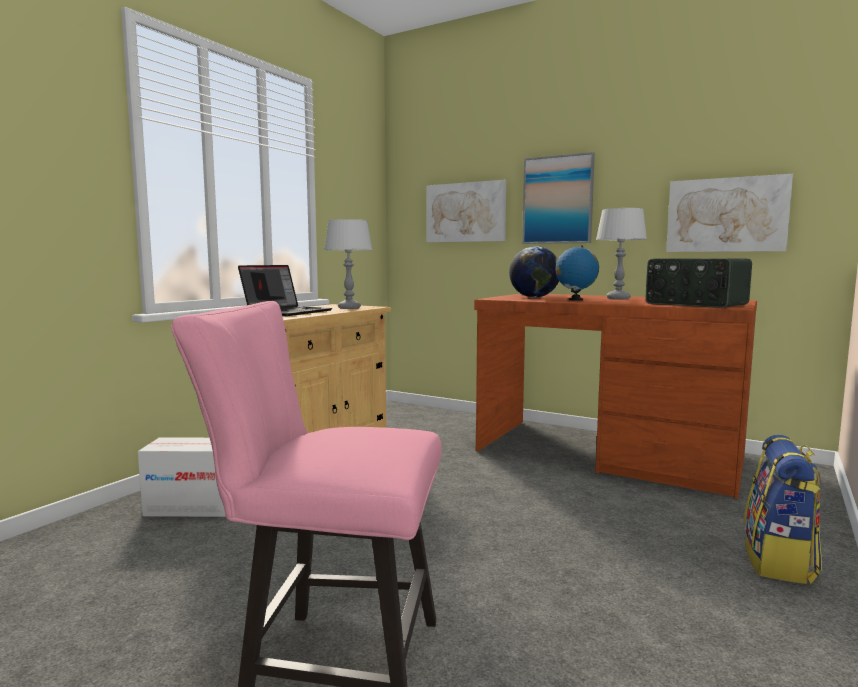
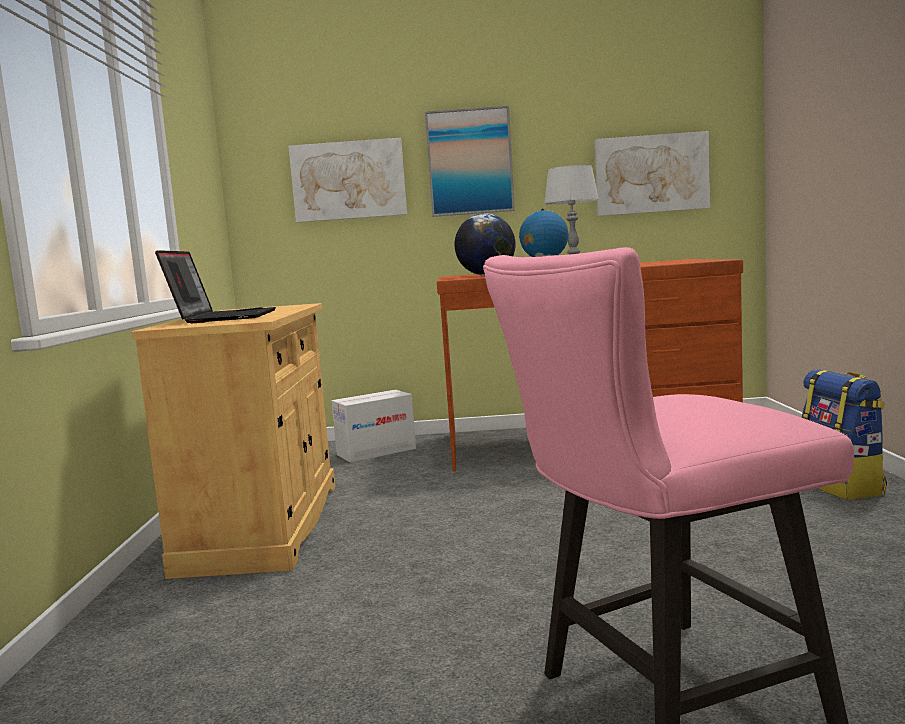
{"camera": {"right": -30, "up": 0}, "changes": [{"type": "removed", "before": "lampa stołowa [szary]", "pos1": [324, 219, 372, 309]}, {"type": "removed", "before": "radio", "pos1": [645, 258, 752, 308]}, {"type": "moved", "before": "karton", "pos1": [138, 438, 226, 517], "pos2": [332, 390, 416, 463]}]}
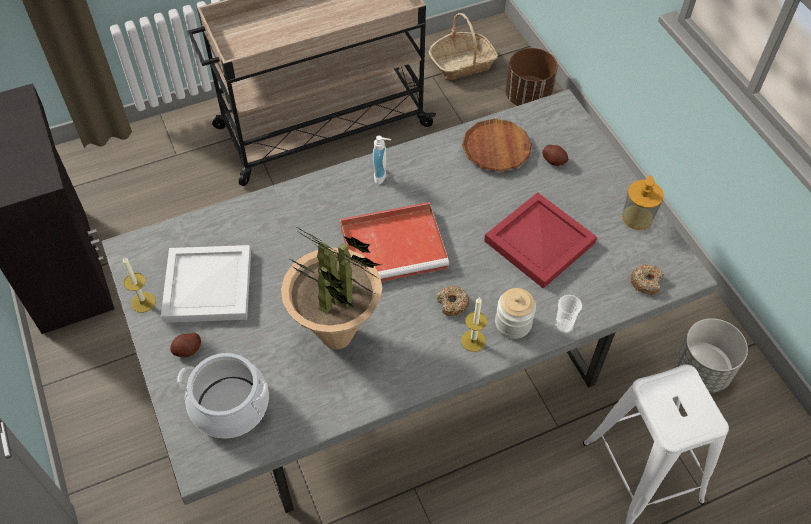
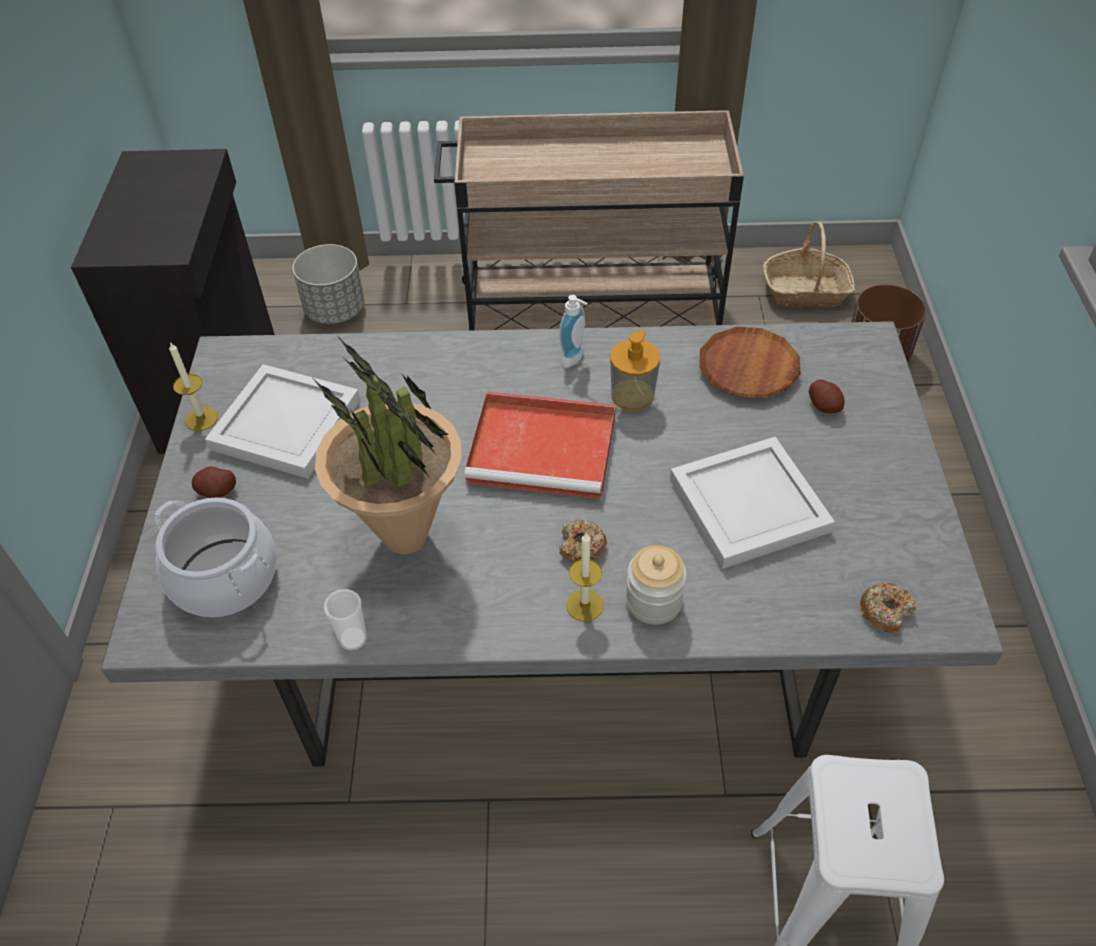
{"camera": {"right": 25, "up": -5}, "changes": [{"type": "moved", "before": "dozownik mydła", "pos1": [622, 175, 664, 230], "pos2": [610, 331, 660, 411]}, {"type": "recoloured", "before": "taca [czerwony]", "after": "taca [biały]", "pos1": [484, 192, 597, 289], "pos2": [670, 437, 835, 569]}, {"type": "moved", "before": "filiżanka", "pos1": [555, 295, 582, 334], "pos2": [324, 589, 367, 651]}, {"type": "moved", "before": "donica [szary]", "pos1": [675, 318, 748, 393], "pos2": [293, 244, 365, 324]}]}
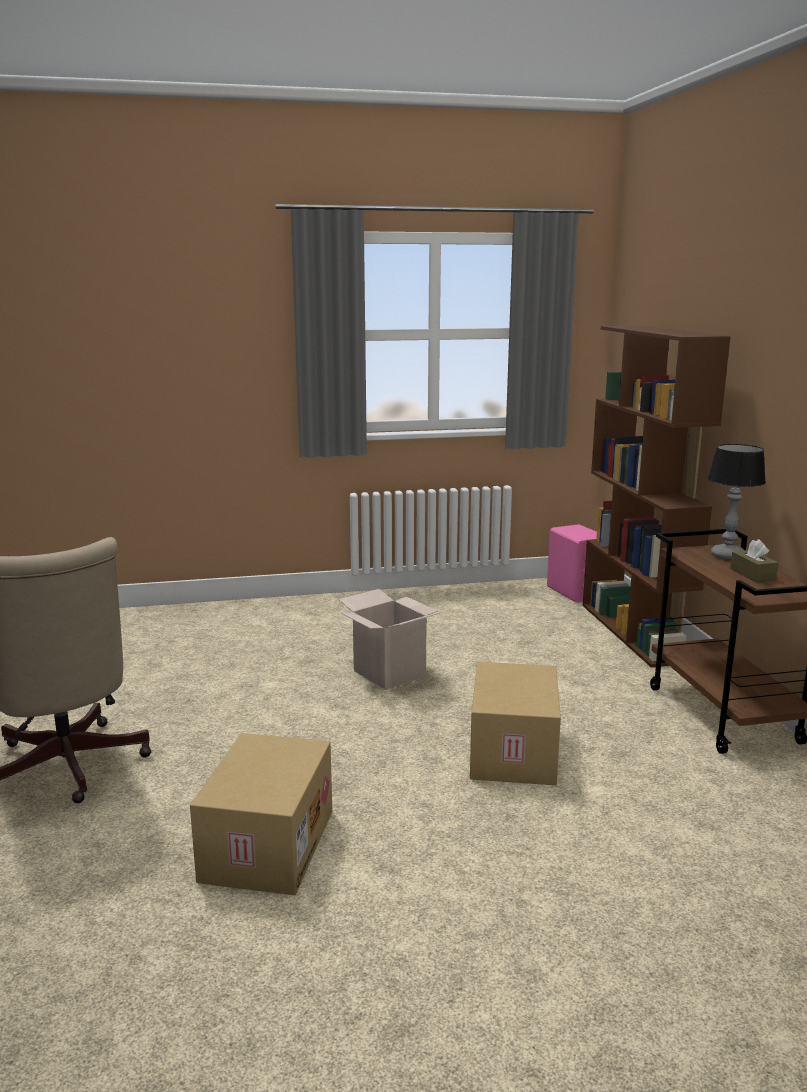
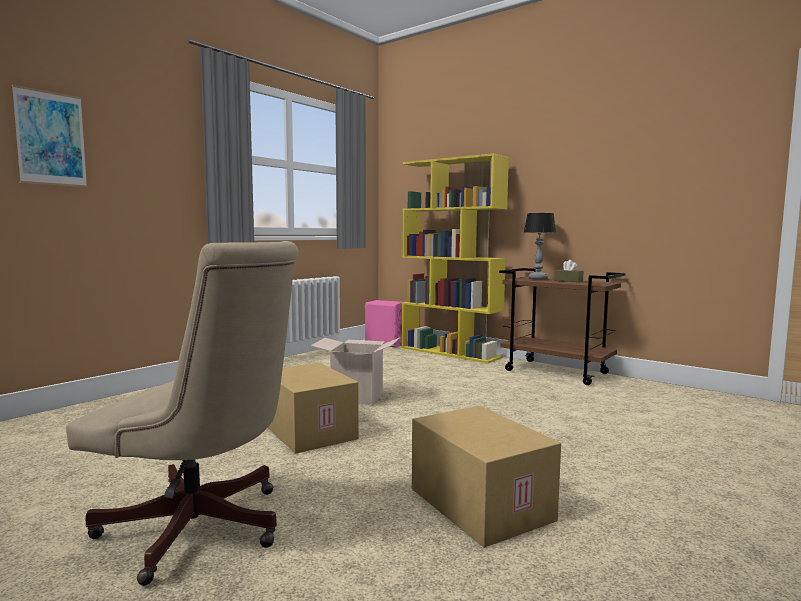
{"camera": {"right": -40, "up": -10}, "changes": [{"type": "recoloured", "before": "regał [brązowy]", "after": "regał [żółty]", "pos1": [583, 326, 731, 667], "pos2": [402, 153, 509, 363]}, {"type": "moved", "before": "karton", "pos1": [470, 662, 561, 785], "pos2": [268, 363, 359, 454]}, {"type": "added", "after": "obraz", "pos2": [12, 85, 87, 187]}]}
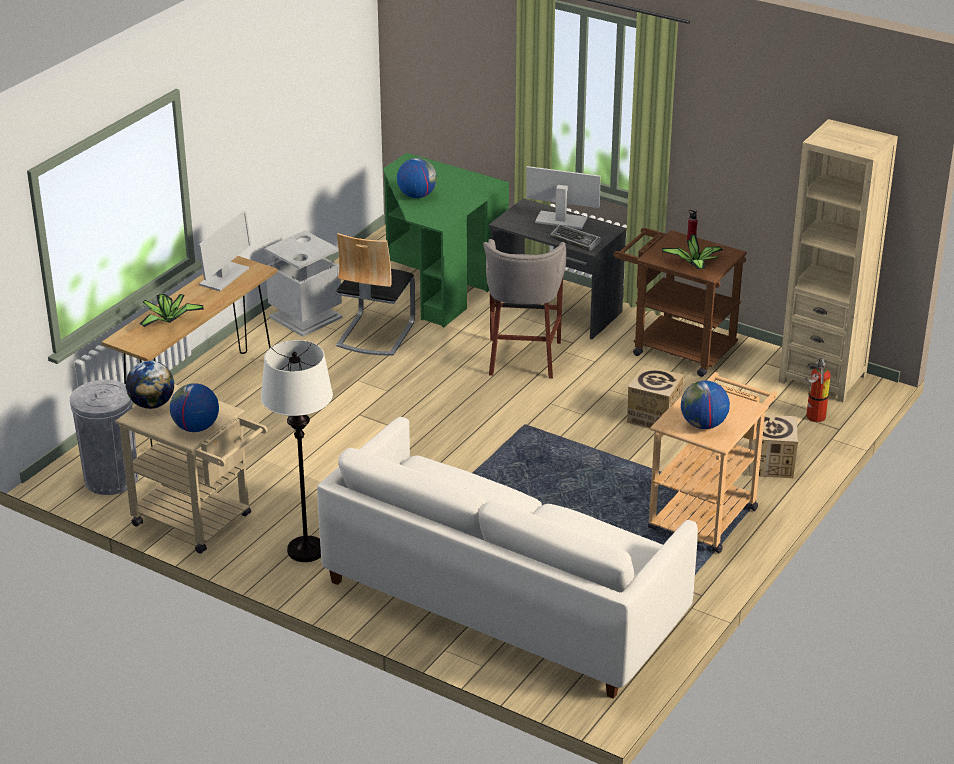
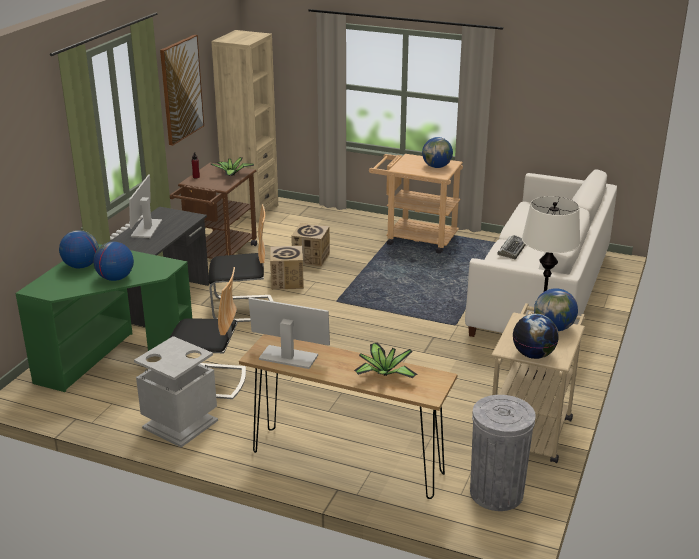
{"camera": {"right": -100, "up": -5}, "changes": [{"type": "moved", "before": "klawiatura", "pos1": [550, 224, 602, 252], "pos2": [497, 235, 526, 259]}, {"type": "replaced", "before": "stołek [szary]", "after": "krzesło", "pos1": [483, 239, 566, 379], "pos2": [209, 204, 273, 322]}, {"type": "removed", "before": "gaśnica", "pos1": [805, 358, 831, 422]}, {"type": "moved", "before": "karton", "pos1": [748, 415, 798, 478], "pos2": [270, 246, 304, 290]}, {"type": "added", "after": "obraz", "pos2": [160, 35, 204, 146]}, {"type": "added", "after": "globus", "pos2": [59, 230, 99, 268]}]}
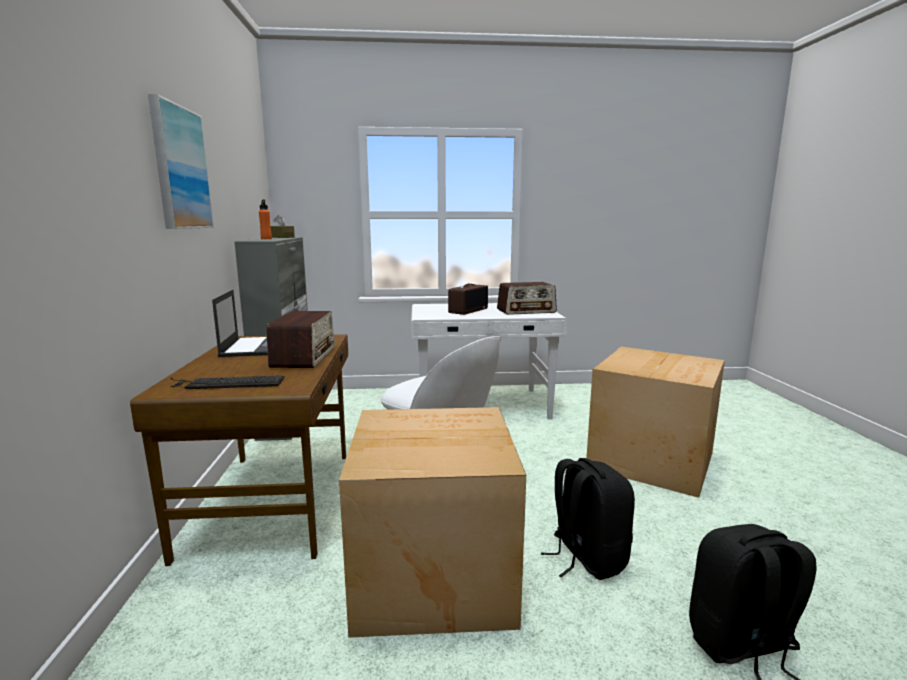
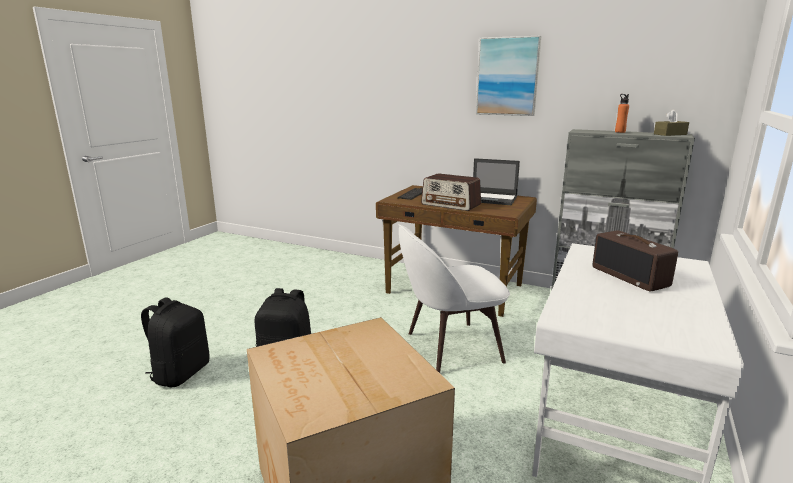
{"camera": {"right": 120, "up": 5}, "changes": [{"type": "removed", "before": "radio", "pos1": [497, 282, 557, 315]}, {"type": "removed", "before": "karton", "pos1": [339, 407, 526, 638]}]}
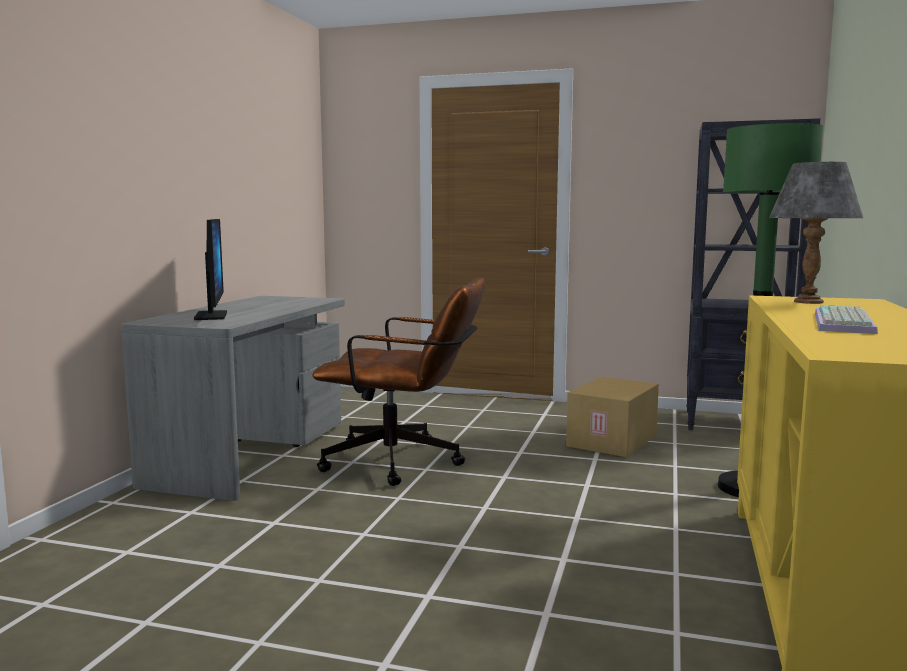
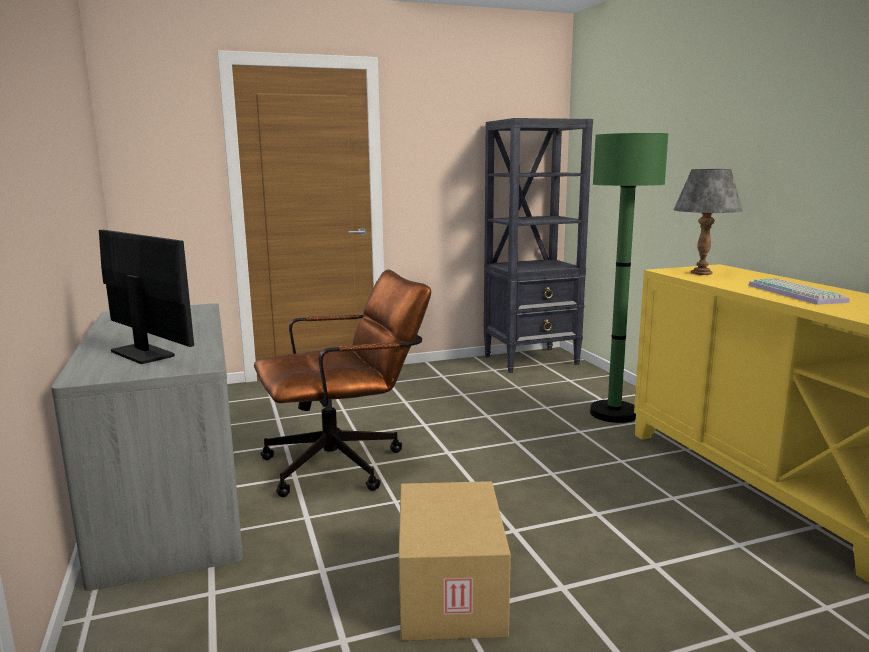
{"camera": {"right": -35, "up": 5}, "changes": [{"type": "moved", "before": "karton", "pos1": [566, 377, 659, 457], "pos2": [399, 481, 511, 641]}]}
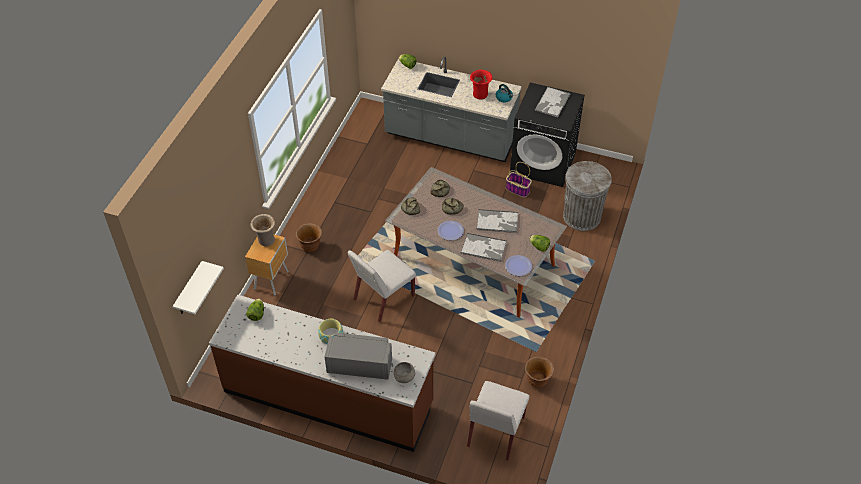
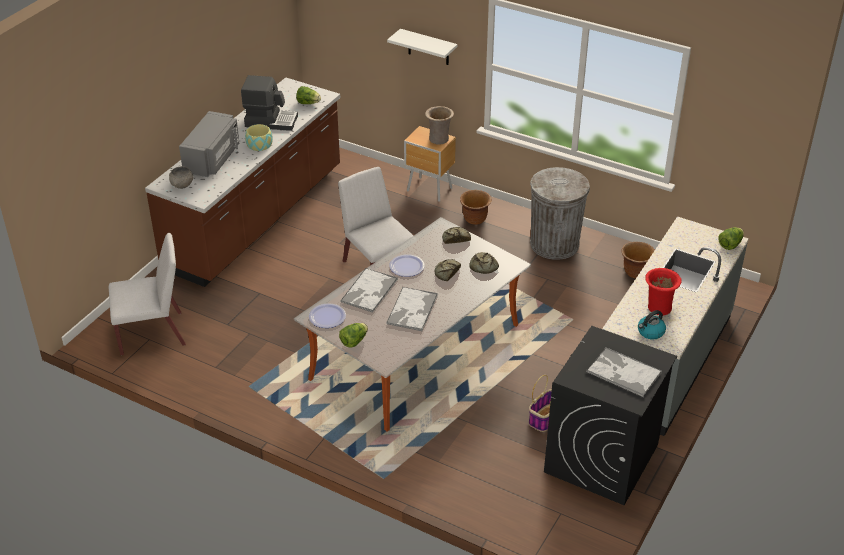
{"camera": {"right": 100, "up": -10}, "changes": [{"type": "moved", "before": "kosz na śmieci [szary]", "pos1": [563, 161, 612, 231], "pos2": [530, 167, 590, 260]}, {"type": "moved", "before": "półka [biały]", "pos1": [173, 261, 224, 314], "pos2": [387, 29, 458, 65]}, {"type": "moved", "before": "donica [brązowy]", "pos1": [525, 356, 554, 388], "pos2": [621, 242, 655, 279]}, {"type": "turned", "before": "krzesło [biały]", "pos1": [467, 381, 529, 461], "pos2": [109, 233, 186, 355], "turn": 135}, {"type": "added", "after": "ekspres do kawy", "pos2": [241, 75, 298, 131]}]}
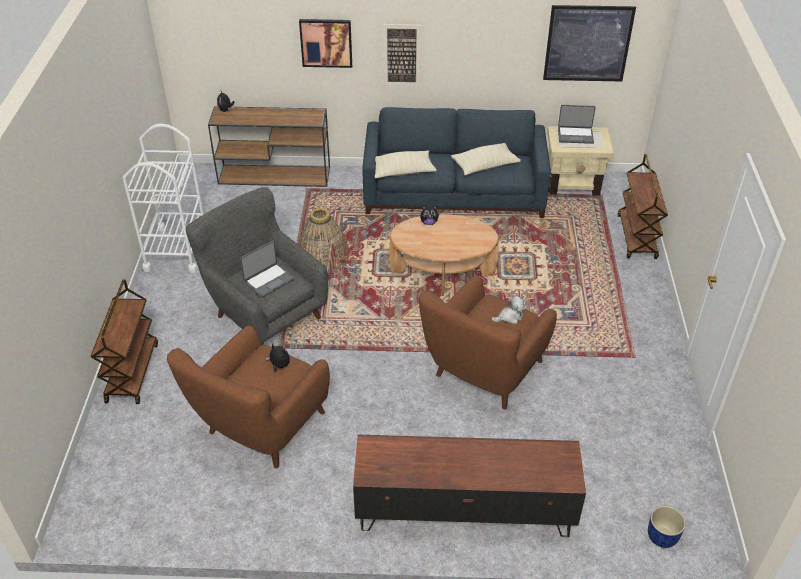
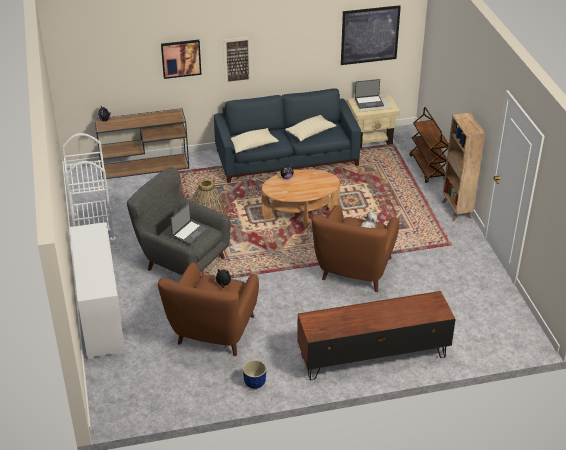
{"camera": {"right": -15, "up": -5}, "changes": [{"type": "replaced", "before": "wózek [brązowy]", "after": "szafka [biały]", "pos1": [91, 280, 158, 404], "pos2": [70, 222, 125, 359]}, {"type": "moved", "before": "donica [niebieski]", "pos1": [648, 506, 686, 548], "pos2": [243, 360, 266, 389]}, {"type": "added", "after": "regał [brązowy]", "pos2": [442, 113, 485, 221]}]}
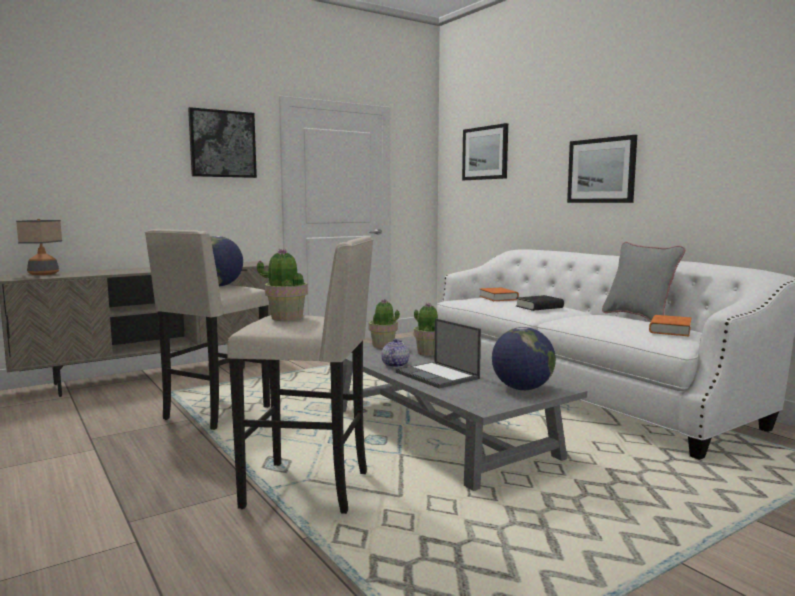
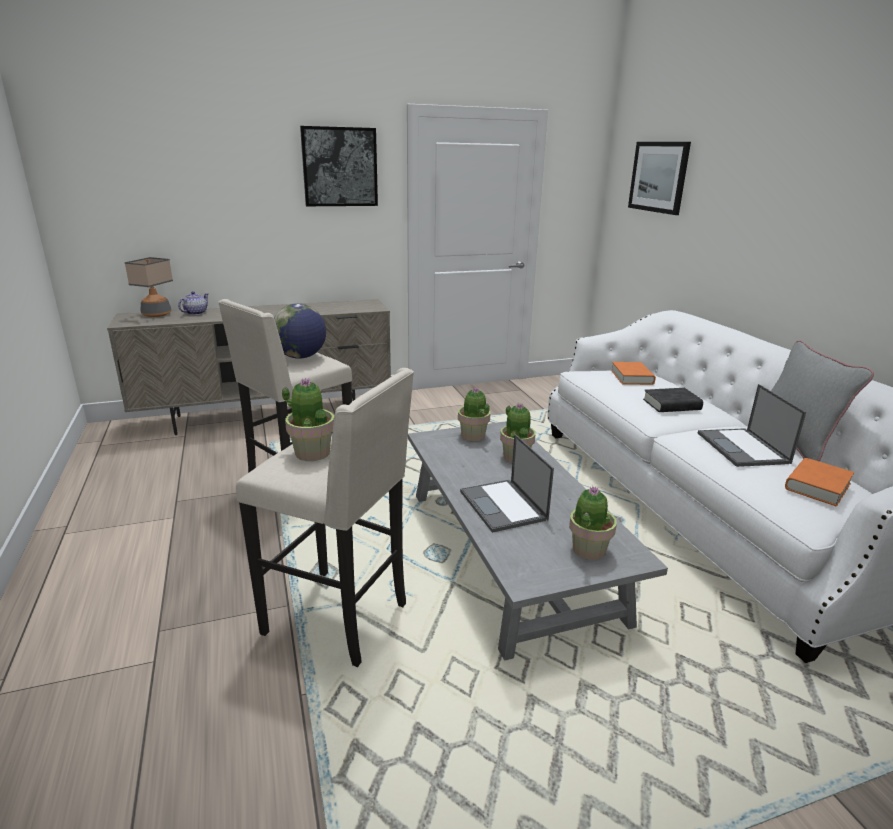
{"camera": {"right": 15, "up": 15}, "changes": [{"type": "removed", "before": "obraz", "pos1": [567, 135, 637, 203]}, {"type": "replaced", "before": "globus", "after": "roślina doniczkowa", "pos1": [492, 327, 556, 390], "pos2": [569, 486, 617, 560]}, {"type": "moved", "before": "imbryk", "pos1": [381, 339, 409, 368], "pos2": [178, 291, 209, 315]}, {"type": "added", "after": "laptop", "pos2": [698, 384, 806, 467]}]}
